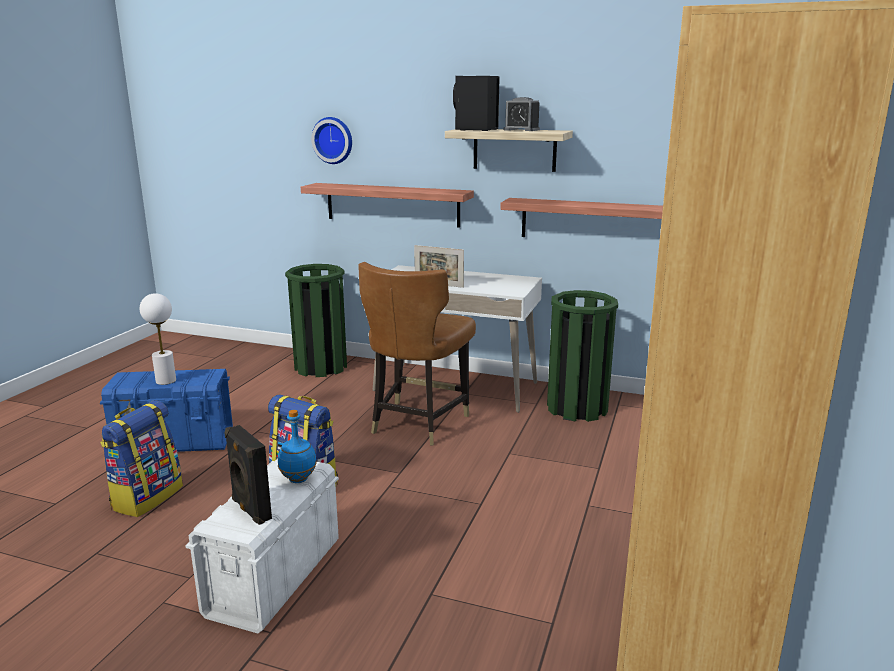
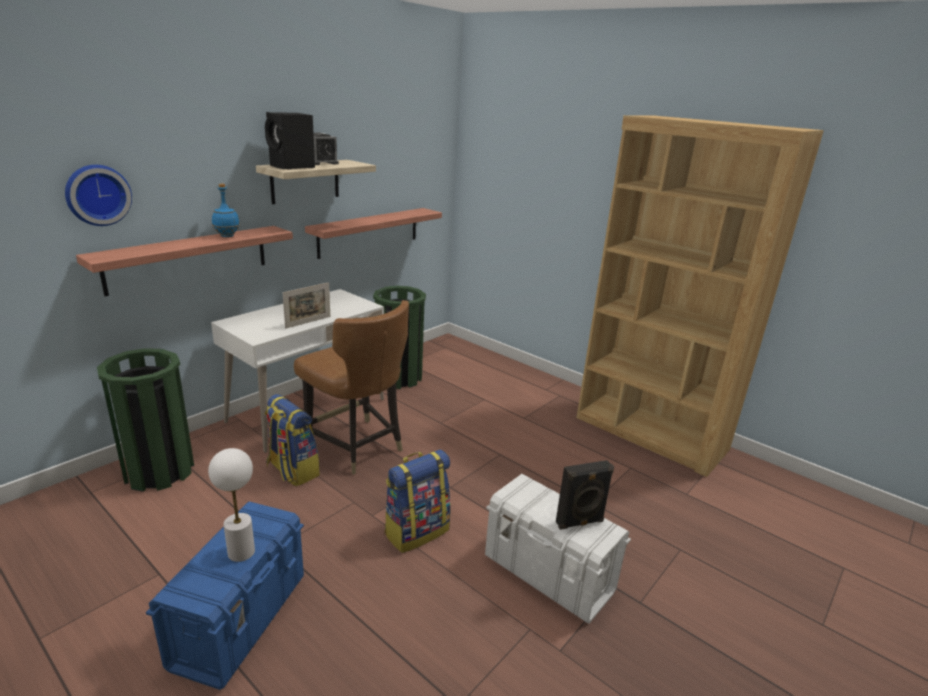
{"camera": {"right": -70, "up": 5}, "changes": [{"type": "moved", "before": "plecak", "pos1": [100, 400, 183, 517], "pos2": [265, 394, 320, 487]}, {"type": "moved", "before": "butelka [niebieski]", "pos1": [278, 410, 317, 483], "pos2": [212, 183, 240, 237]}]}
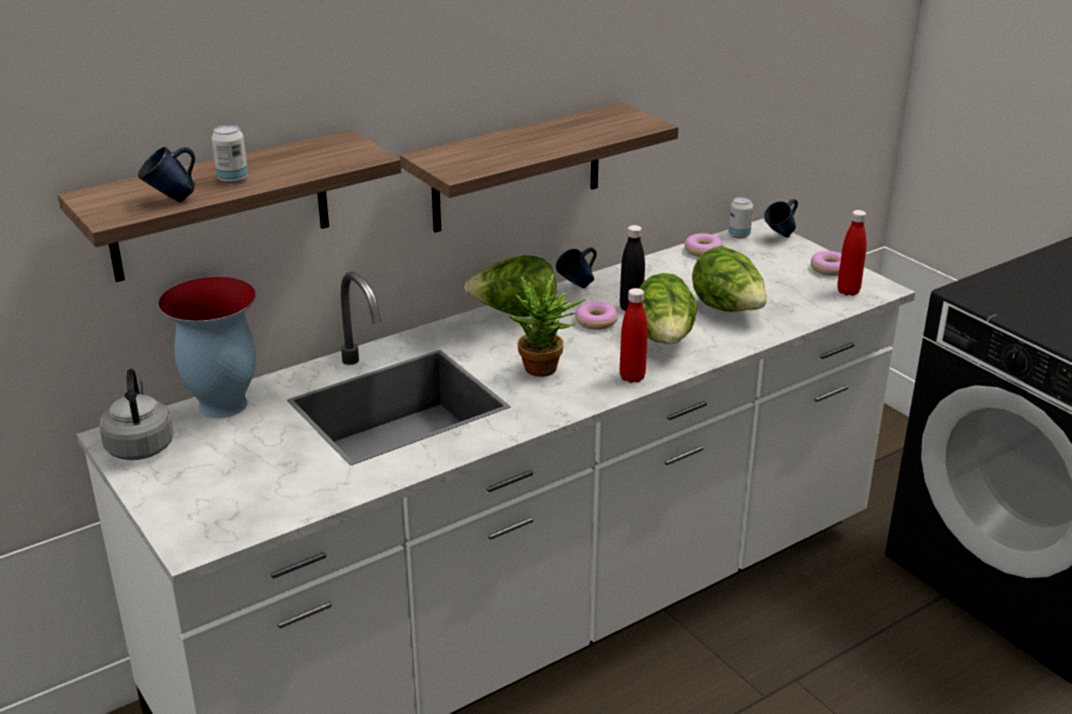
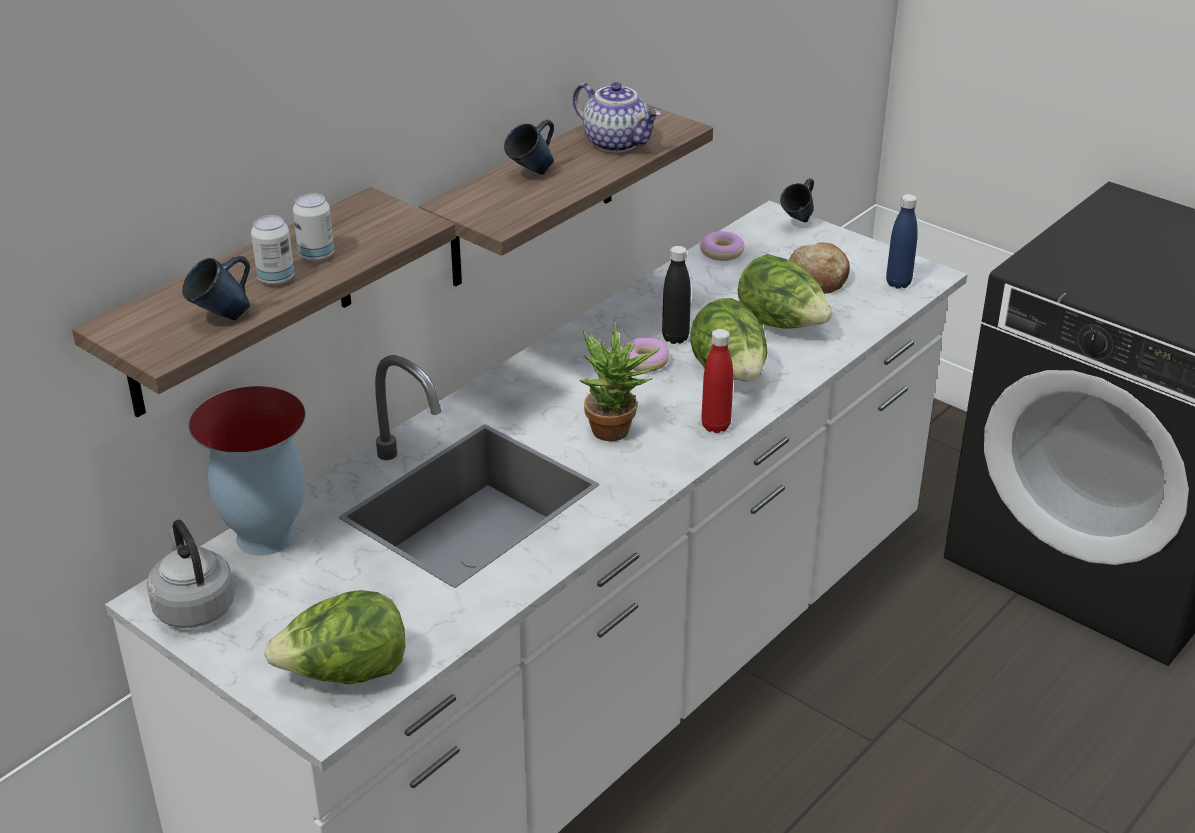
{"camera": {"right": -15, "up": 5}, "changes": [{"type": "moved", "before": "puszka", "pos1": [729, 197, 753, 238], "pos2": [293, 193, 334, 262]}, {"type": "recoloured", "before": "butelka [czerwony]", "after": "butelka [niebieski]", "pos1": [837, 210, 866, 296], "pos2": [886, 194, 918, 289]}, {"type": "moved", "before": "kubek [niebieski]", "pos1": [556, 248, 597, 288], "pos2": [504, 120, 554, 174]}, {"type": "removed", "before": "donut", "pos1": [811, 251, 842, 276]}, {"type": "moved", "before": "sałata", "pos1": [464, 255, 557, 317], "pos2": [264, 590, 405, 684]}, {"type": "added", "after": "imbryk", "pos2": [573, 82, 661, 153]}, {"type": "added", "after": "chleb", "pos2": [789, 242, 850, 294]}]}
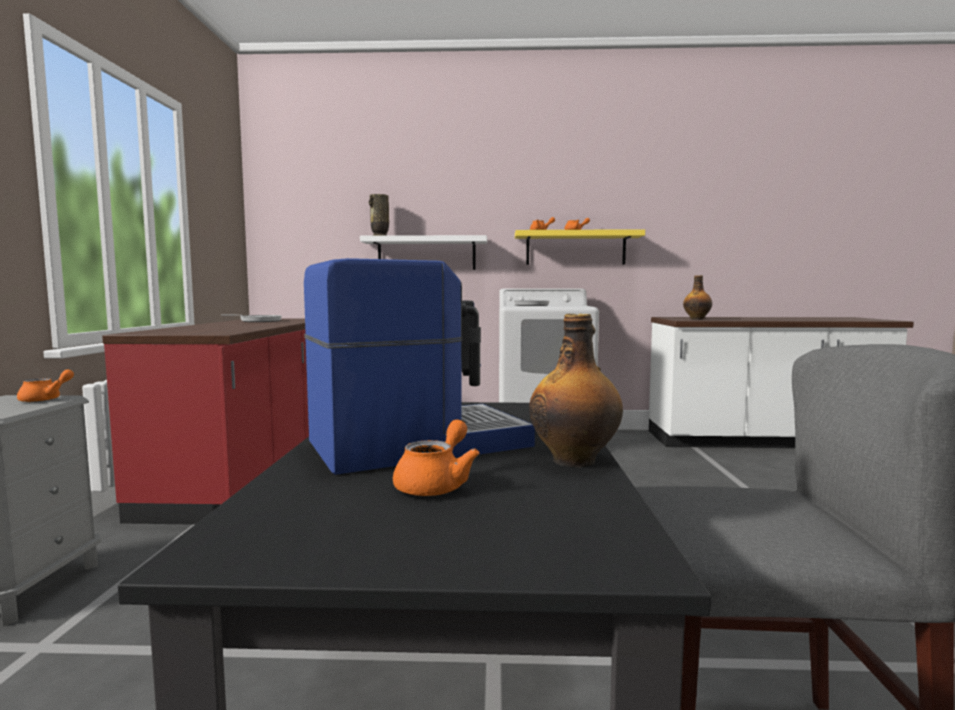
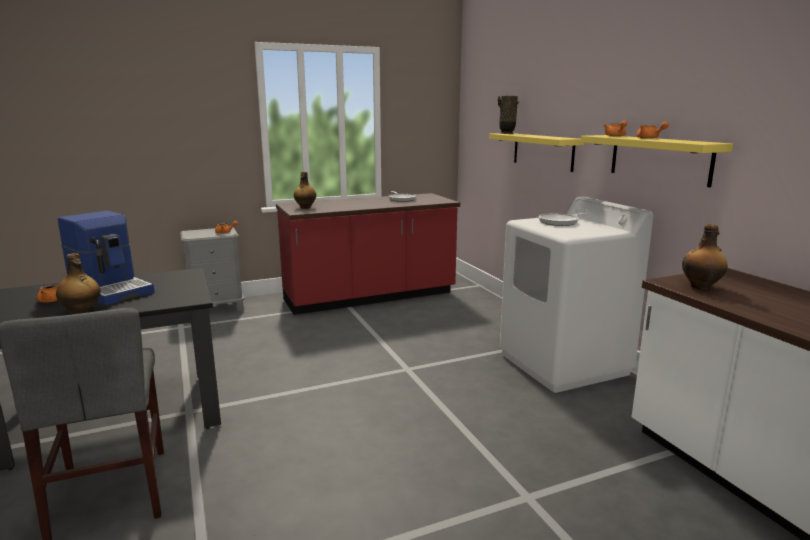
{"camera": {"right": 65, "up": 10}, "changes": [{"type": "recoloured", "before": "półka [biały]", "after": "półka [żółty]", "pos1": [360, 235, 487, 270], "pos2": [489, 133, 584, 172]}, {"type": "added", "after": "butelka", "pos2": [294, 172, 316, 209]}]}
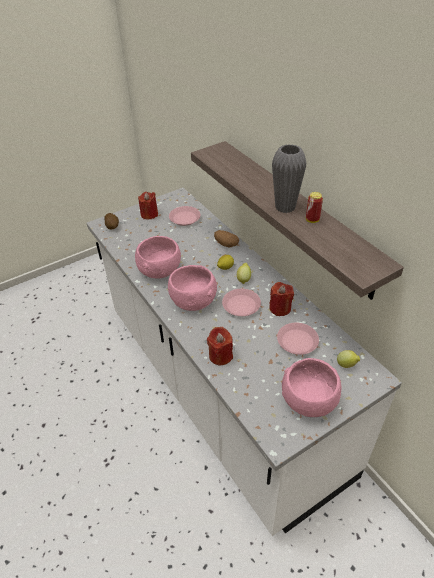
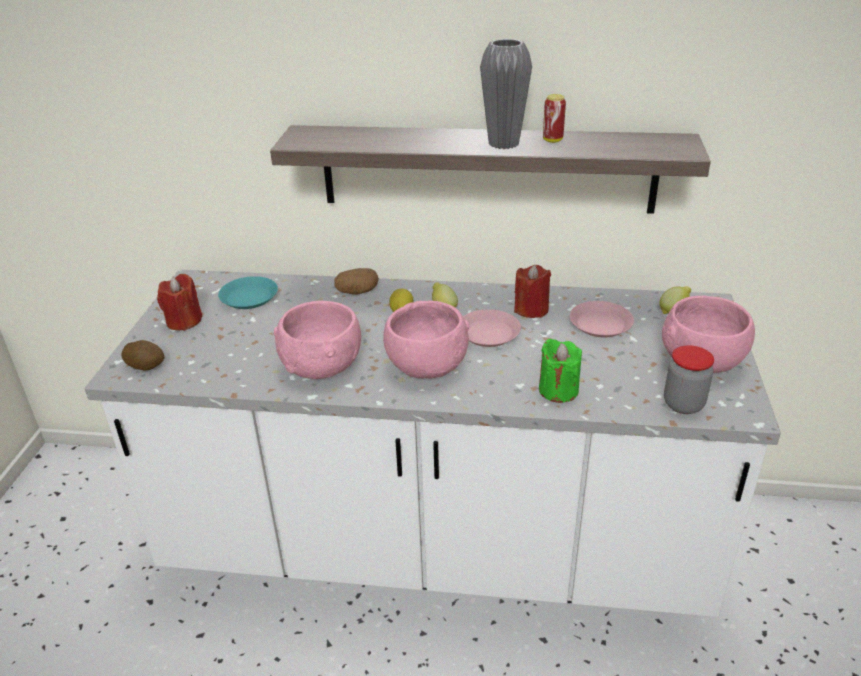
{"camera": {"right": -50, "up": -10}, "changes": [{"type": "recoloured", "before": "talerz [różowy]", "after": "talerz [turkusowy]", "pos1": [169, 206, 201, 226], "pos2": [218, 276, 278, 309]}, {"type": "recoloured", "before": "świeca [czerwony]", "after": "świeca [zielony]", "pos1": [207, 327, 233, 365], "pos2": [539, 339, 582, 403]}, {"type": "added", "after": "słoik", "pos2": [664, 345, 714, 414]}]}
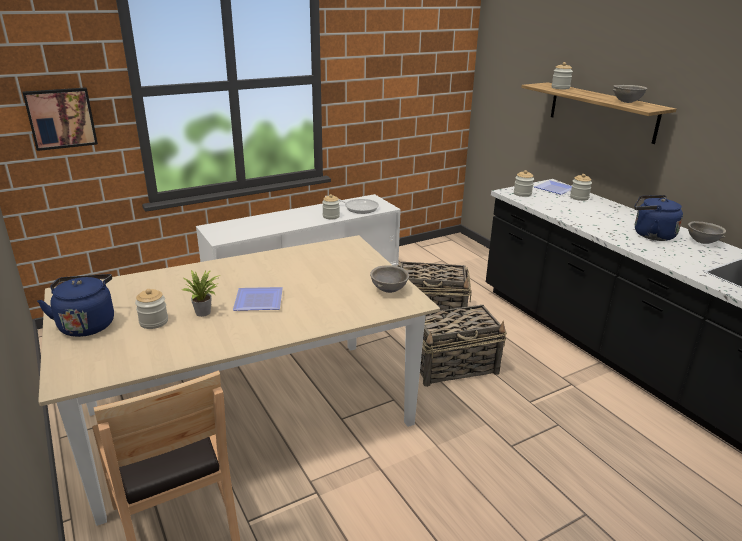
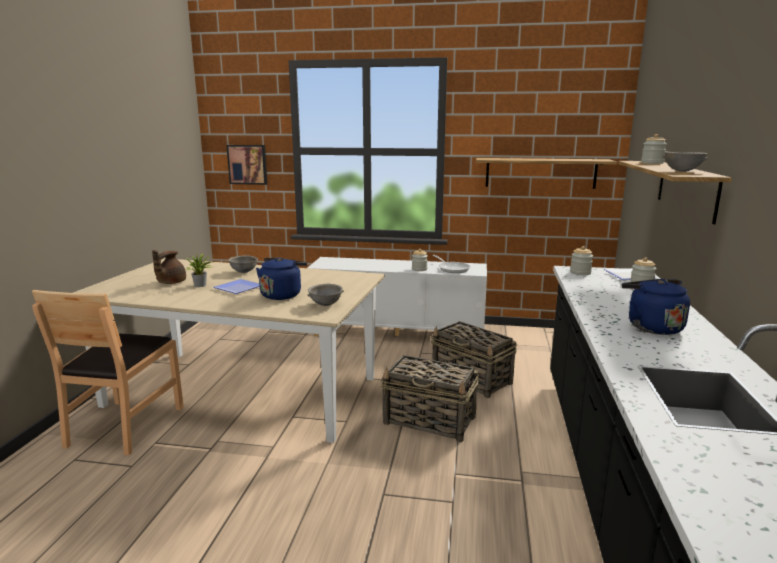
{"camera": {"right": 40, "up": -10}, "changes": [{"type": "moved", "before": "miska [szary]", "pos1": [687, 221, 726, 244], "pos2": [228, 255, 258, 273]}, {"type": "moved", "before": "czajnik [niebieski]", "pos1": [37, 274, 114, 337], "pos2": [256, 257, 307, 300]}, {"type": "replaced", "before": "słoik", "after": "imbryk [brązowy]", "pos1": [135, 289, 168, 329], "pos2": [152, 250, 186, 284]}, {"type": "added", "after": "półka", "pos2": [476, 158, 617, 189]}]}
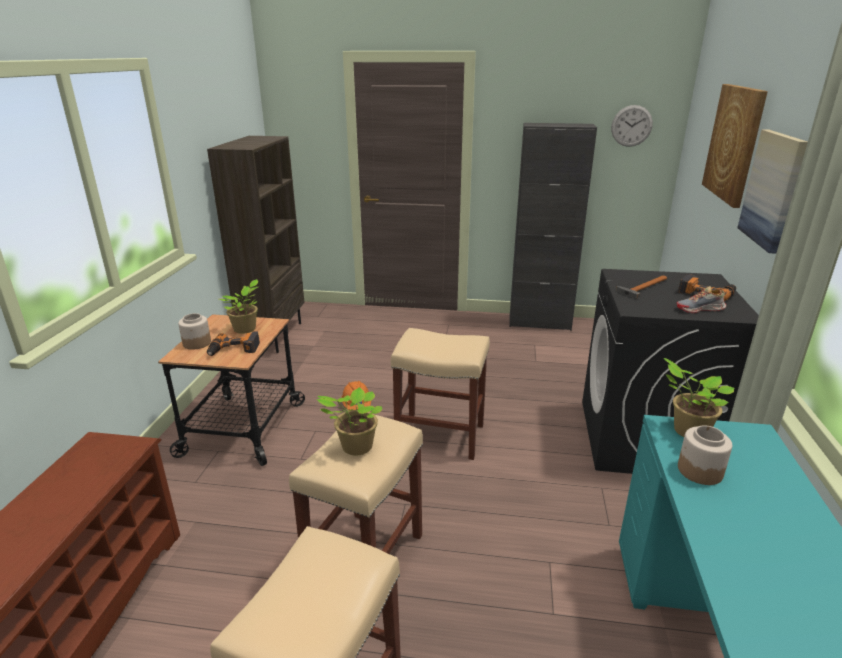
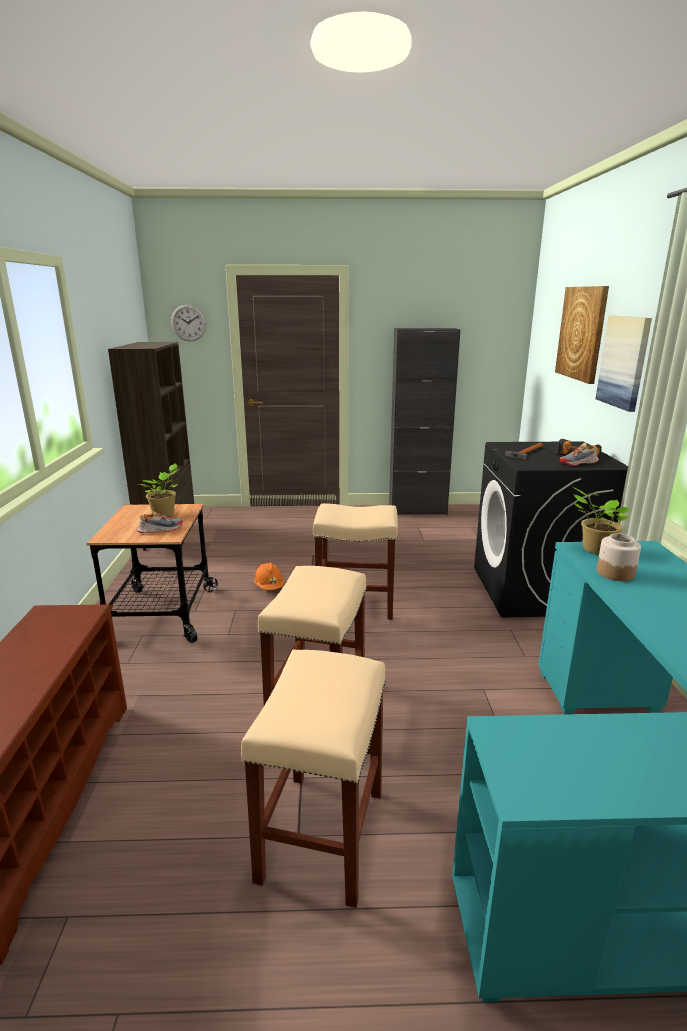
{"camera": {"right": -10, "up": -5}, "changes": [{"type": "moved", "before": "zegar ścienny", "pos1": [611, 105, 653, 147], "pos2": [171, 304, 207, 341]}, {"type": "removed", "before": "słoik", "pos1": [178, 313, 211, 350]}, {"type": "replaced", "before": "wiertarka", "after": "but", "pos1": [207, 332, 260, 356], "pos2": [136, 511, 183, 533]}, {"type": "removed", "before": "roślina doniczkowa", "pos1": [316, 387, 383, 456]}]}
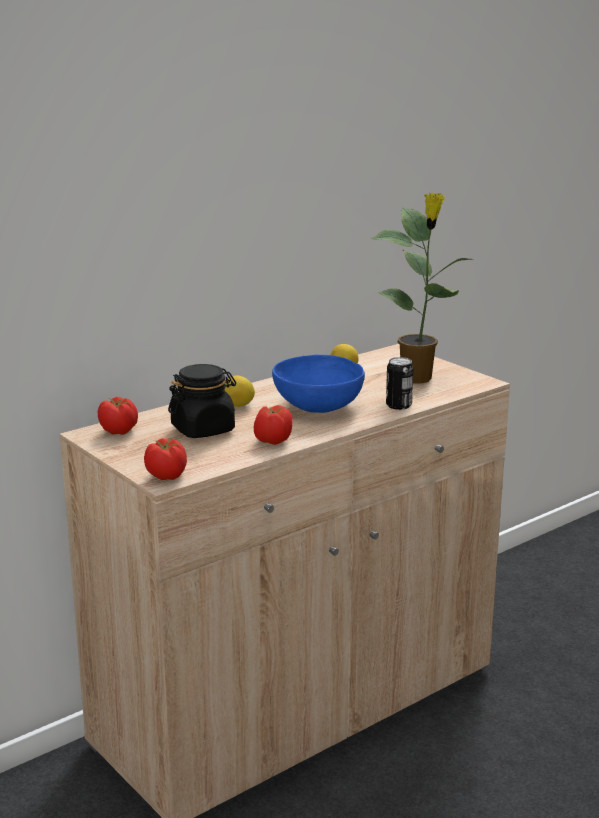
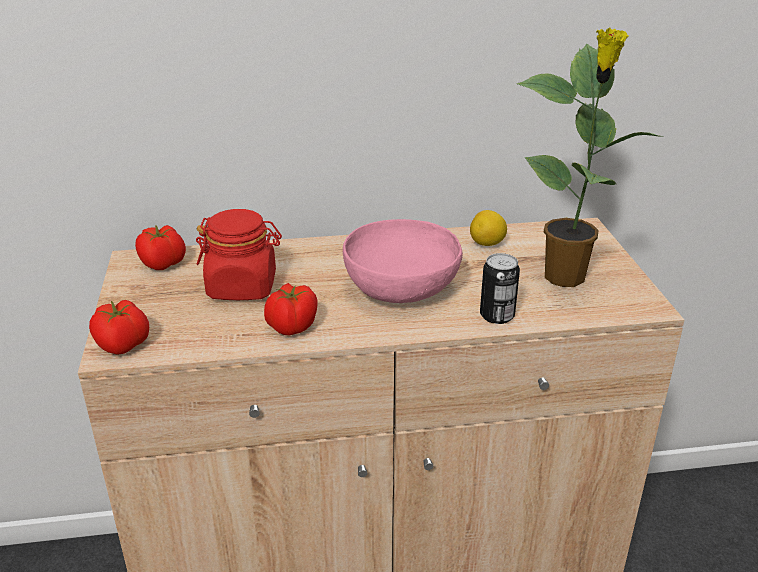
{"camera": {"right": 30, "up": 10}, "changes": [{"type": "recoloured", "before": "miska [niebieski]", "after": "miska [różowy]", "pos1": [272, 355, 365, 413], "pos2": [343, 219, 463, 303]}, {"type": "recoloured", "before": "słoik [czarny]", "after": "słoik [czerwony]", "pos1": [168, 364, 236, 438], "pos2": [196, 209, 282, 300]}, {"type": "removed", "before": "cytryna", "pos1": [224, 375, 255, 407]}]}
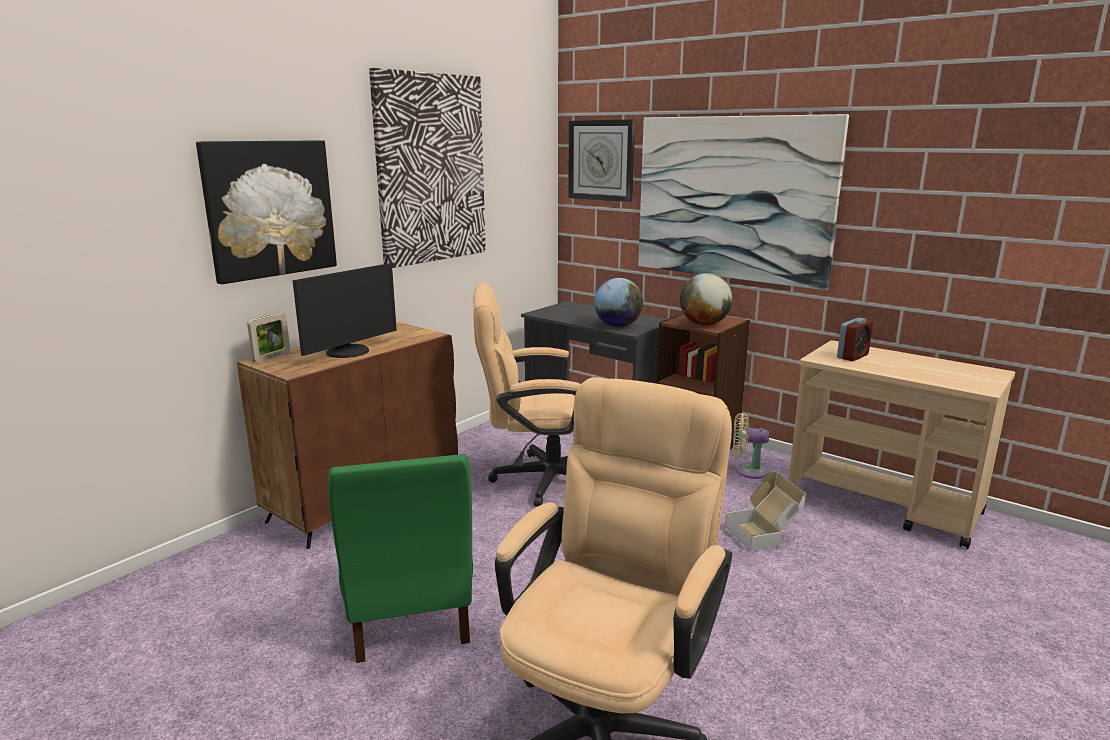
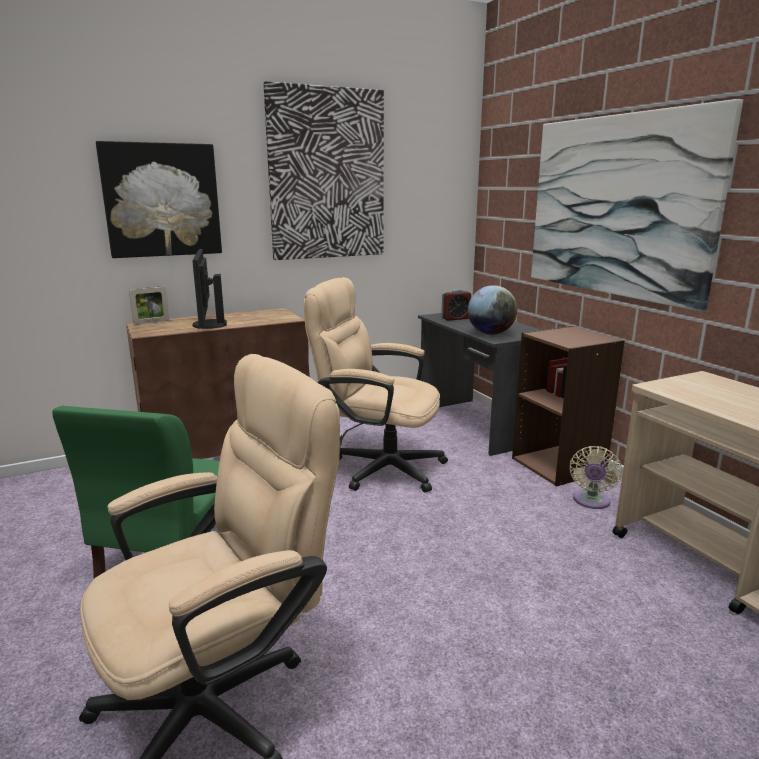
{"camera": {"right": 25, "up": 0}, "changes": [{"type": "removed", "before": "zegar ścienny", "pos1": [568, 120, 635, 202]}, {"type": "turned", "before": "monitor", "pos1": [293, 263, 397, 358], "pos2": [192, 249, 227, 329], "turn": 105}, {"type": "removed", "before": "globus", "pos1": [680, 273, 733, 325]}, {"type": "moved", "before": "budzik", "pos1": [837, 318, 873, 361], "pos2": [441, 289, 471, 320]}, {"type": "turned", "before": "wentylator [beżowy]", "pos1": [733, 413, 769, 479], "pos2": [570, 446, 622, 509], "turn": -105}, {"type": "removed", "before": "karton", "pos1": [725, 472, 806, 552]}]}
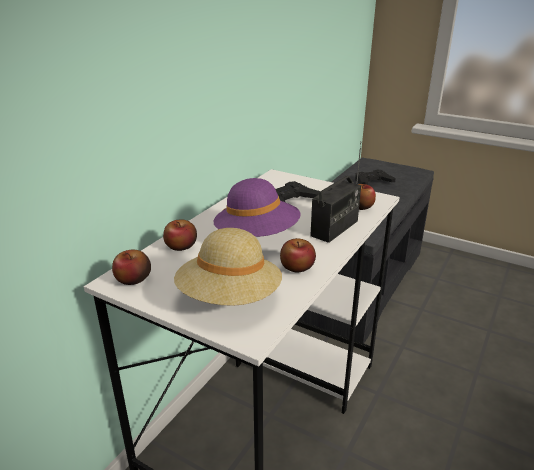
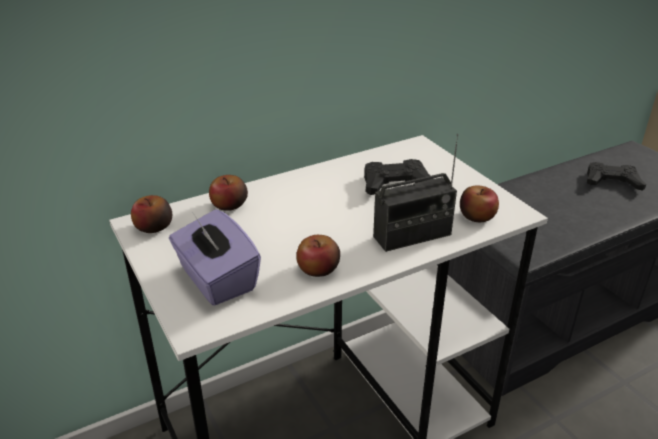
{"camera": {"right": 30, "up": 5}, "changes": [{"type": "removed", "before": "kapelusz [fioletowy]", "pos1": [214, 178, 301, 237]}, {"type": "replaced", "before": "kapelusz [beżowy]", "after": "pudełko chusteczek [fioletowy]", "pos1": [174, 228, 282, 306], "pos2": [169, 210, 261, 306]}]}
